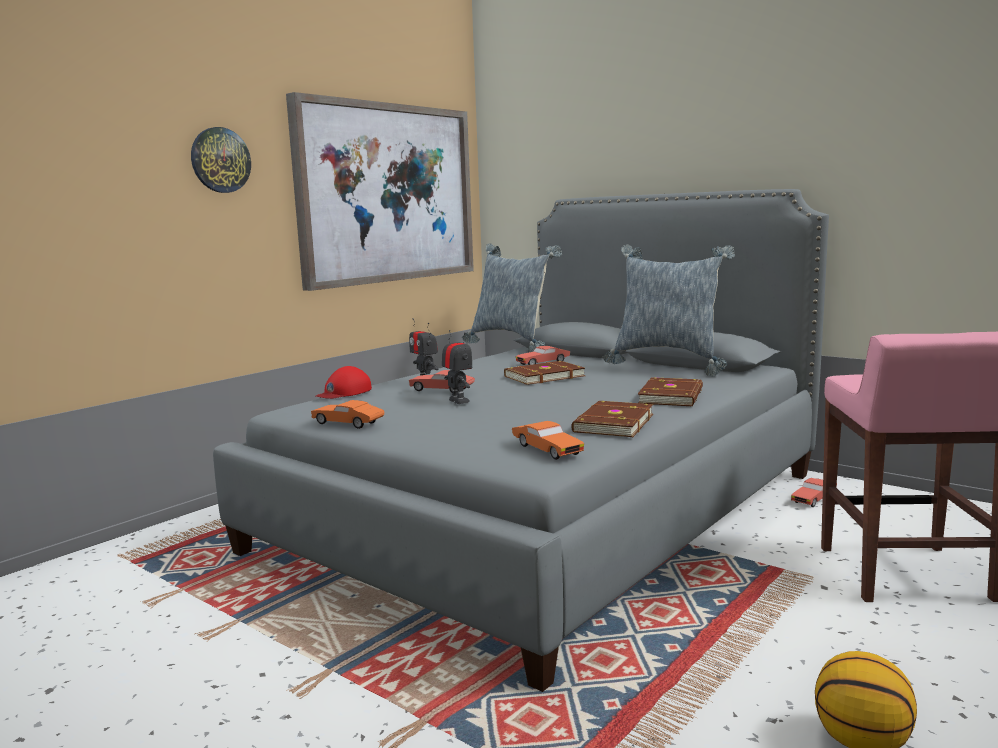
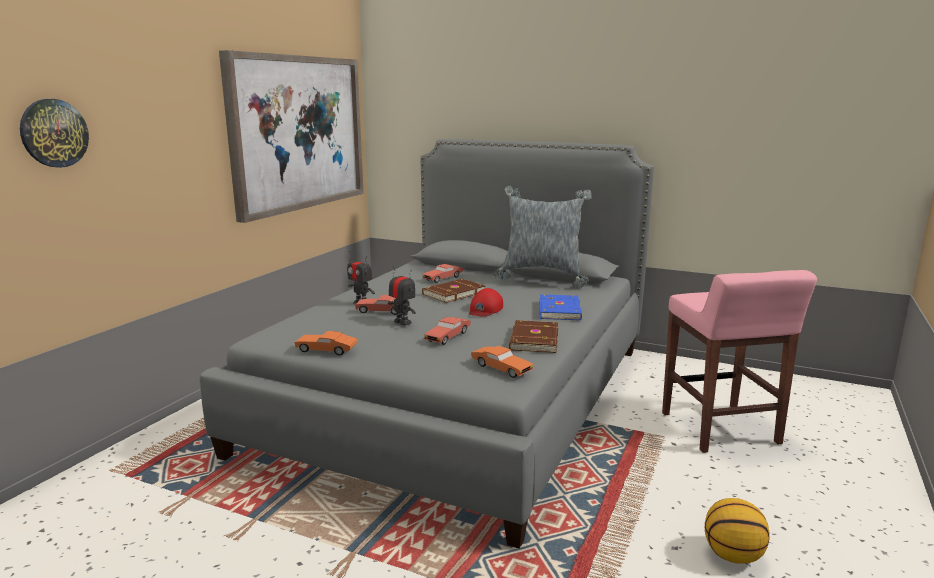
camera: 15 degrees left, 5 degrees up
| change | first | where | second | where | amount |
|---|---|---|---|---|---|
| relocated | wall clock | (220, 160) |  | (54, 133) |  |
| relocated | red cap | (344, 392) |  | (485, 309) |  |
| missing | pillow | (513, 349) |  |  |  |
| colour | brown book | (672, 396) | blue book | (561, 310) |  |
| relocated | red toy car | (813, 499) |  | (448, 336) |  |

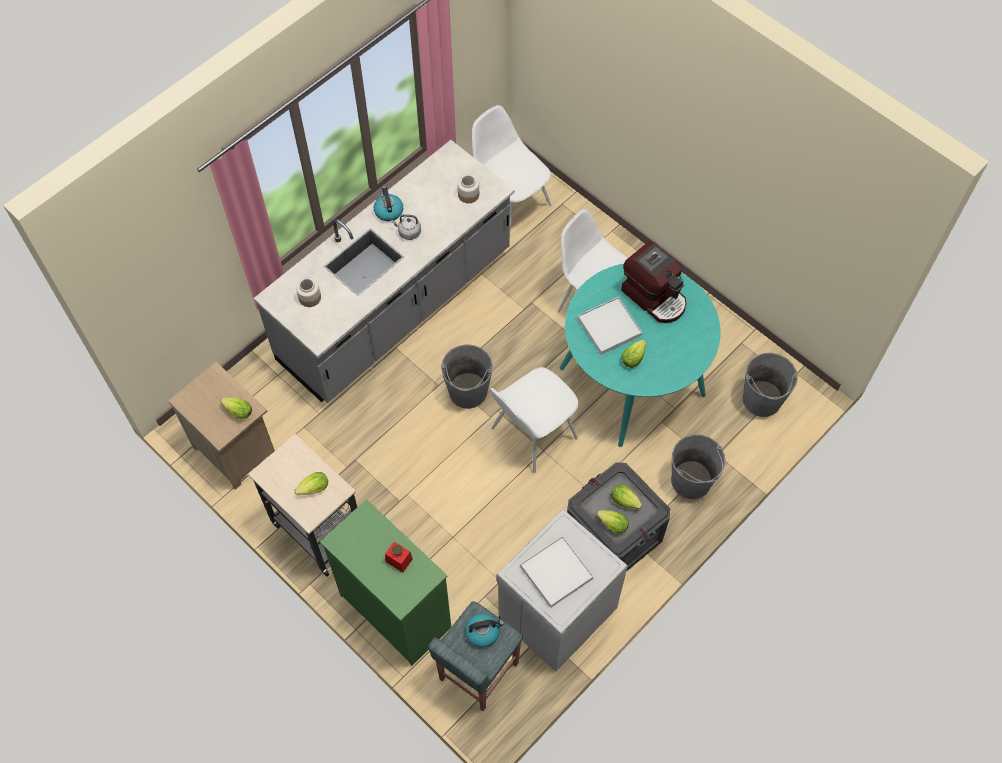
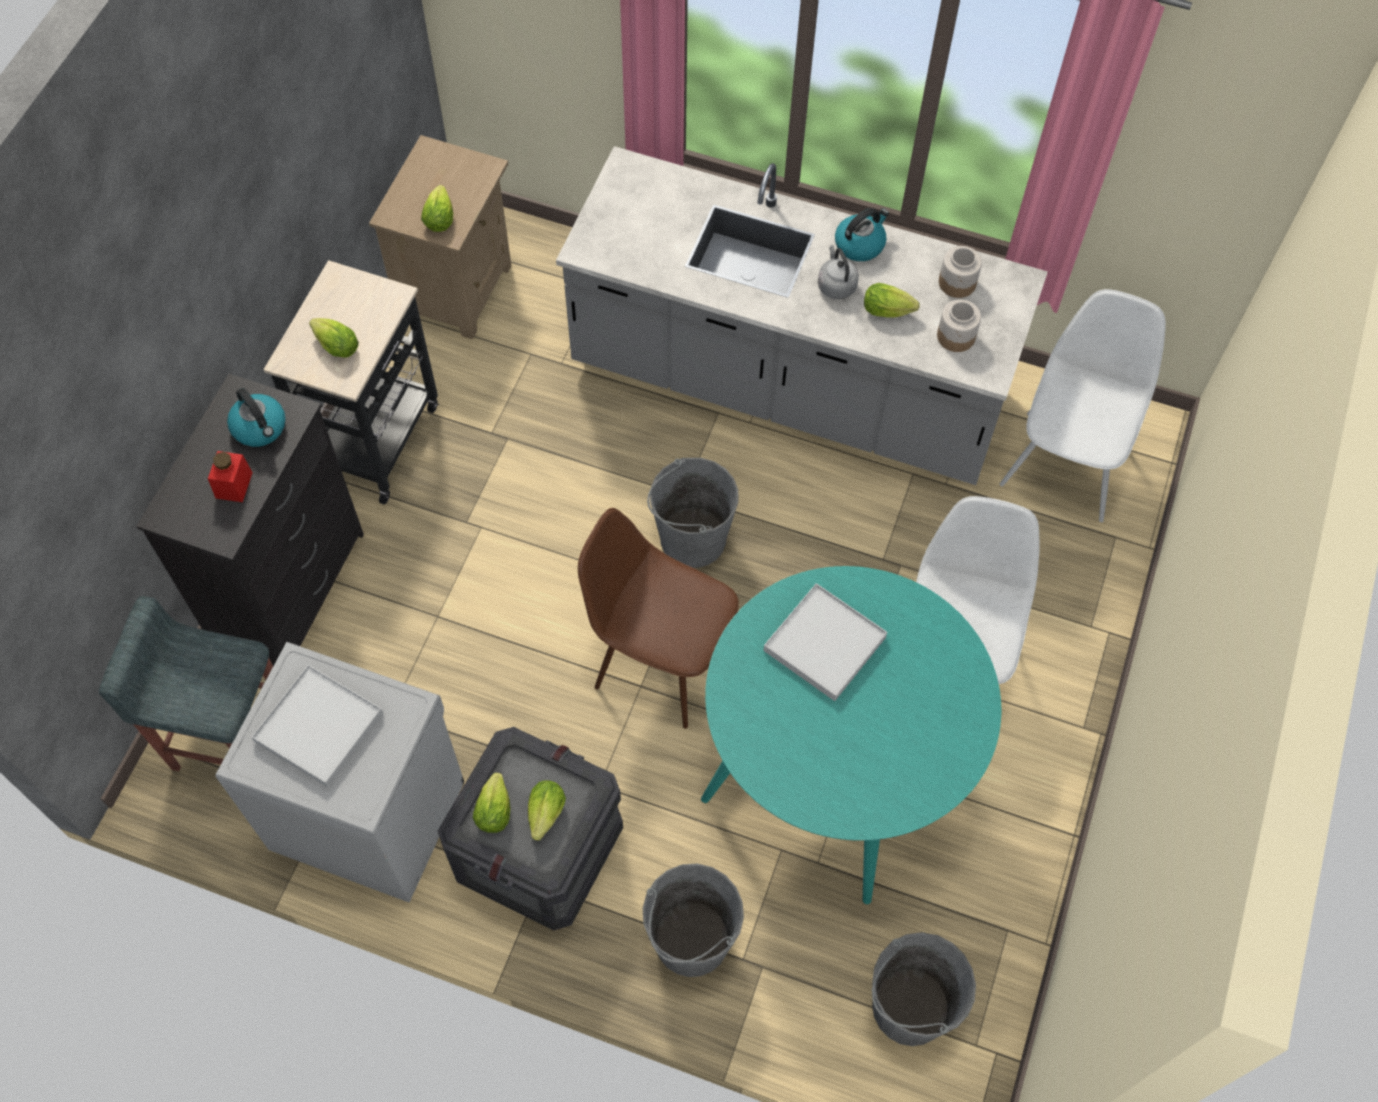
camera: 65 degrees right, 0 degrees up
| change | first | where | second | where | amount |
|---|---|---|---|---|---|
| relocated | jar | (310, 297) |  | (957, 282) |  |
| colour | green dresser | (395, 610) | black dresser | (291, 587) |  |
| relocated | kettle | (483, 632) |  | (260, 428) |  |
| colour | white chair | (532, 434) | brown chair | (660, 659) |  |
| missing | coffee machine | (655, 296) |  |  |  |
| relocated | lettuce | (634, 357) |  | (890, 311) |  |

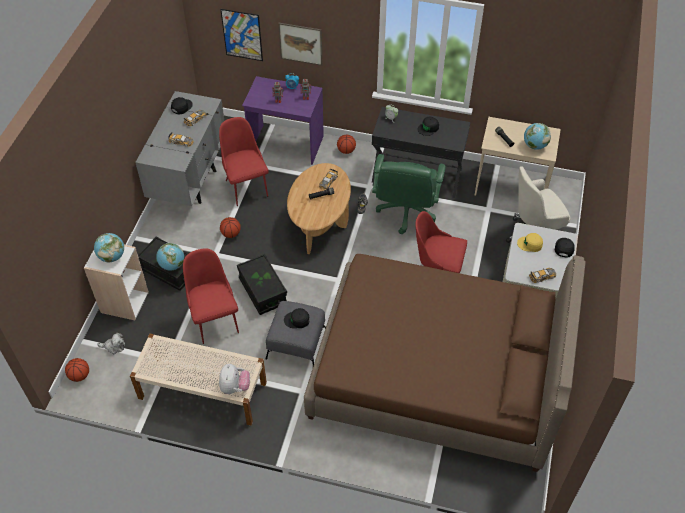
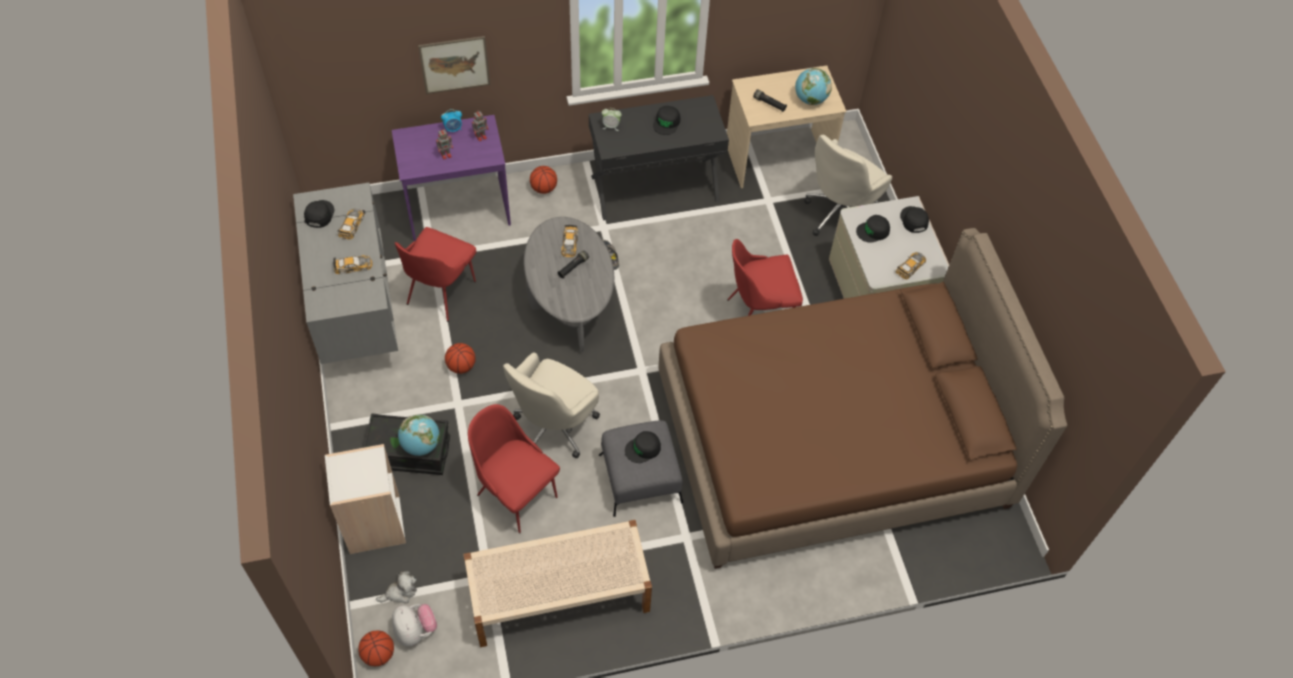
camera: 30 degrees left, 5 degrees up
| change | first | where | second | where | amount |
|---|---|---|---|---|---|
| missing | globe | (112, 256) |  |  |  |
| spun | red chair | (246, 188) |  | (441, 293) | 105 degrees counterclockwise |
| relocated | plush toy | (235, 387) |  | (415, 631) |  |
| missing | picture | (242, 35) |  |  |  |
| exchanged | black storage box | (263, 291) | beige office chair | (554, 427) |  |
| colour | brown coffee table | (320, 222) | grey coffee table | (570, 302) |  |
| missing | green office chair | (405, 214) |  |  |  |
| colour | yellow cap | (530, 244) | black cap | (873, 231) |  |

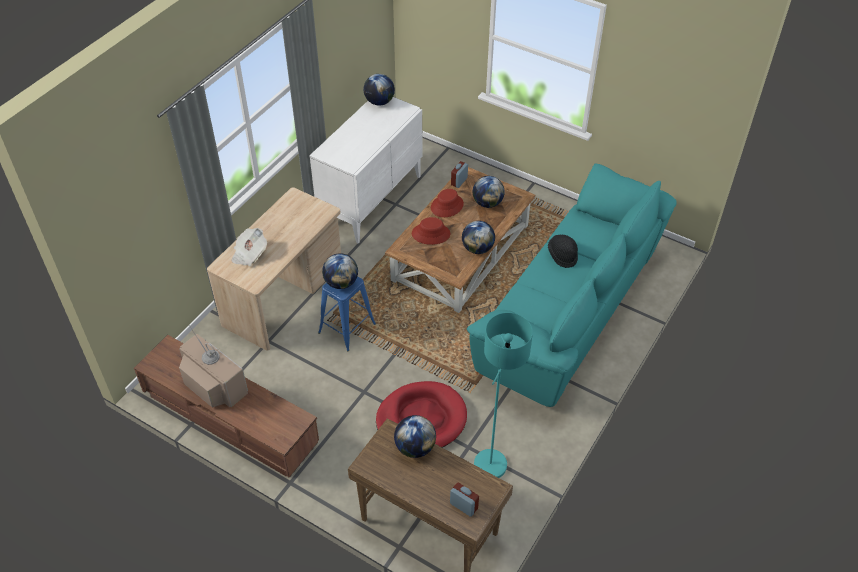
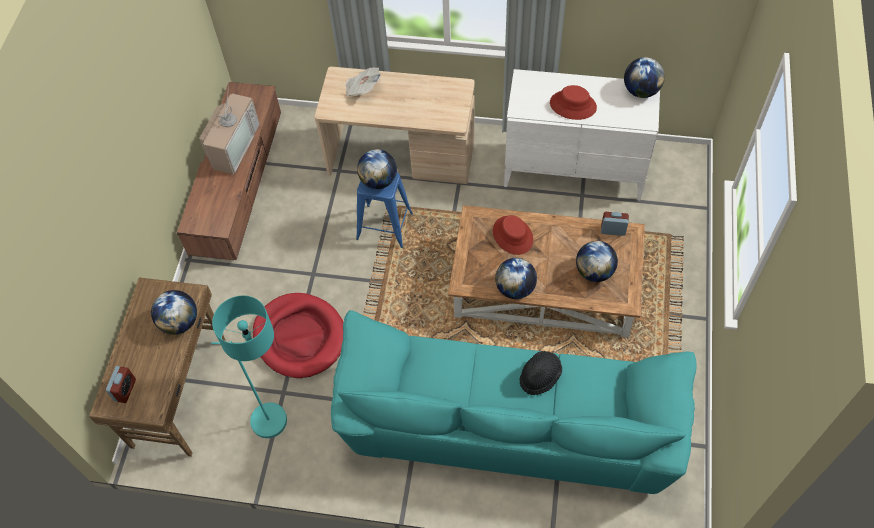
camera: 70 degrees right, 10 degrees up
| change | first | where | second | where | amount |
|---|---|---|---|---|---|
| relocated | red hat | (447, 206) |  | (573, 105) |  |

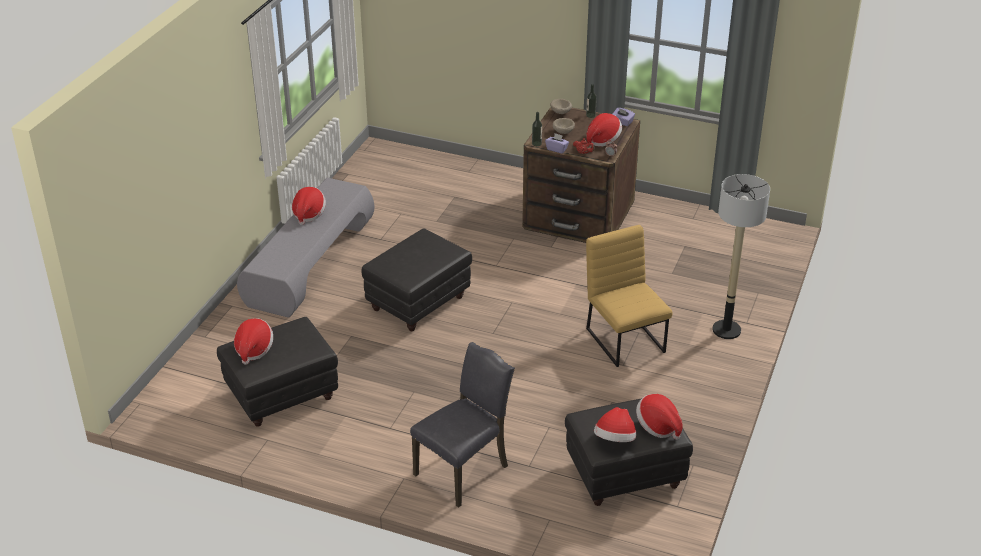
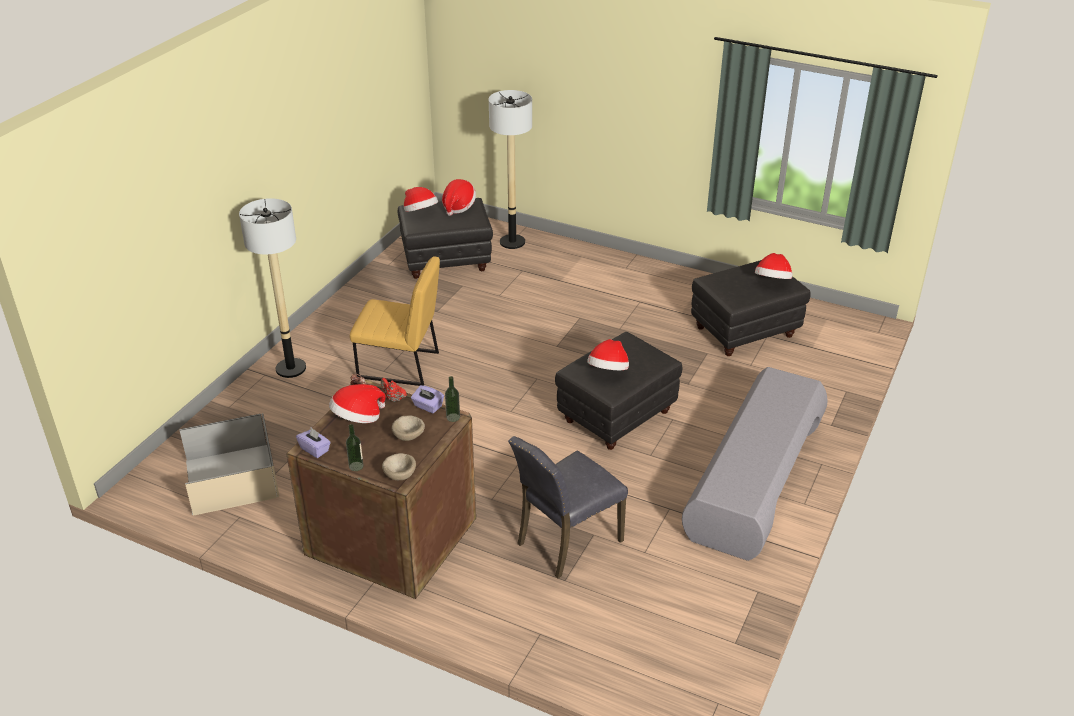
camera: 175 degrees left, 0 degrees up
| change | first | where | second | where | amount |
|---|---|---|---|---|---|
| relocated | hat | (308, 214) |  | (608, 371) |  |
| relocated | grey chair | (464, 470) |  | (566, 542) |  |
| spun | yellow chair | (624, 338) |  | (400, 365) | 60 degrees counterclockwise |
| appeared |  |  | beige storage box | (231, 477) |  |
| appeared |  |  | floor lamp | (512, 242) |  |

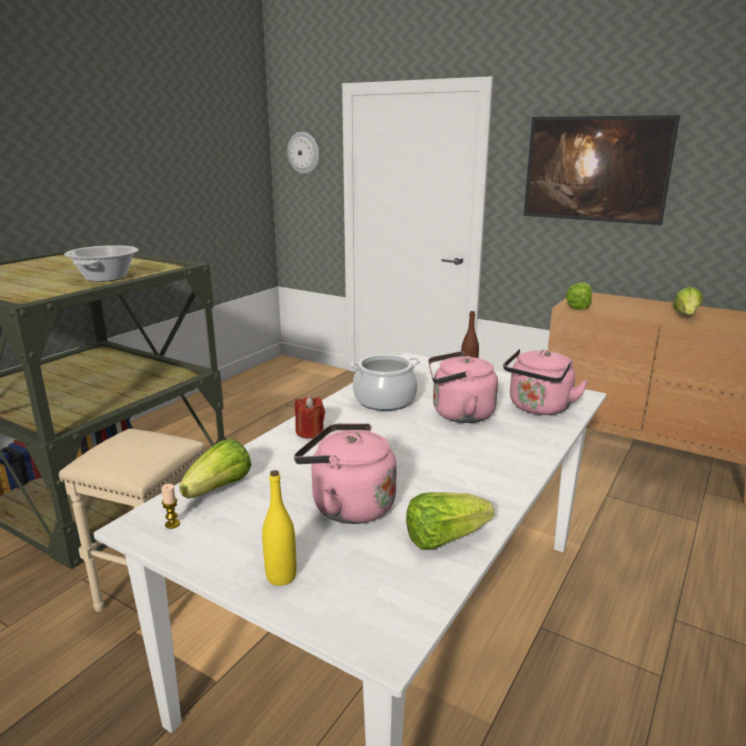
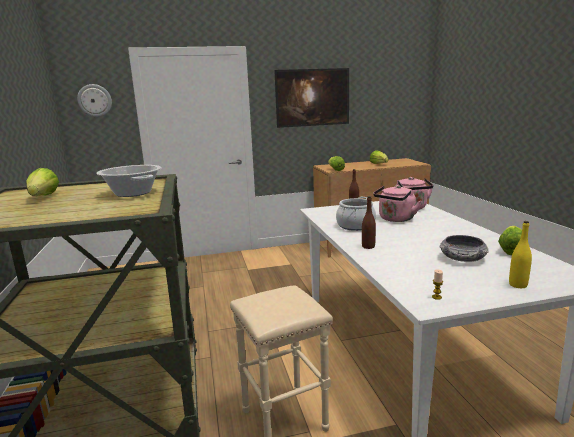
camera: 45 degrees left, 5 degrees down
| change | first | where | second | where | amount |
|---|---|---|---|---|---|
| relocated | lettuce | (220, 488) |  | (43, 197) |  |
| exchanged | pink kettle | (348, 506) | bowl | (462, 258) |  |
| exchanged | red candle | (310, 432) | brown bottle | (368, 246) |  |

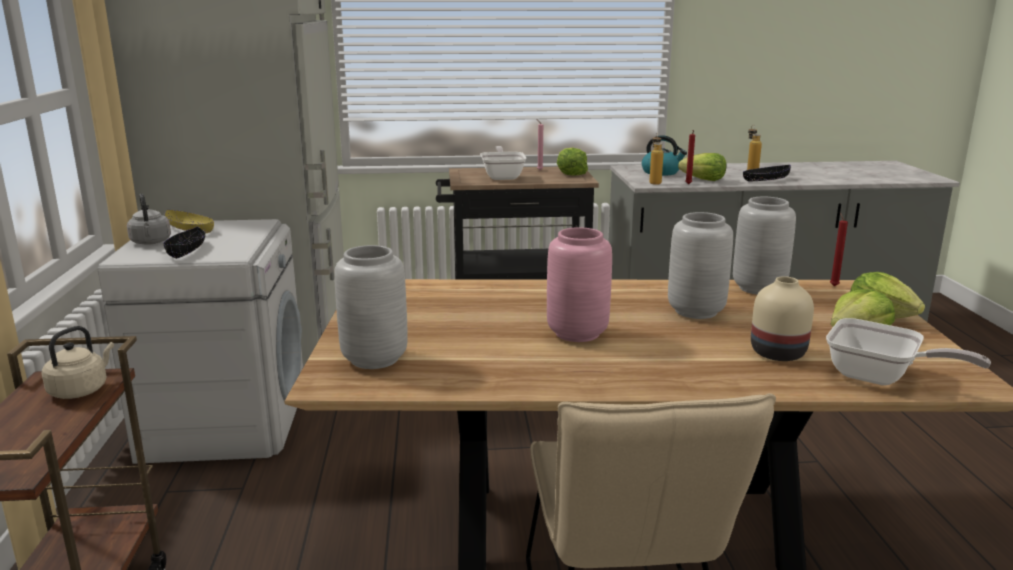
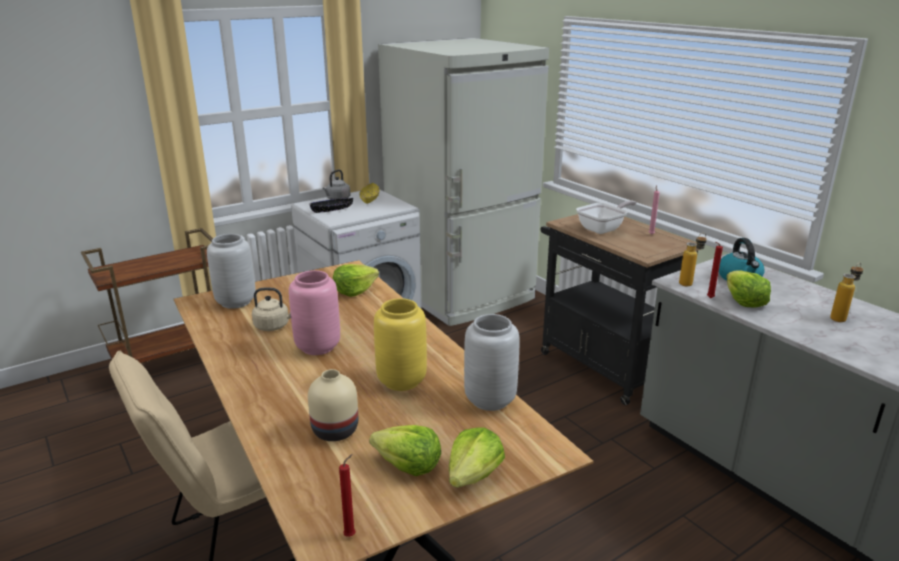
camera: 60 degrees right, 5 degrees up
| change | first | where | second | where | amount |
|---|---|---|---|---|---|
| relocated | beige kettle | (81, 390) |  | (274, 326) |  |
| relocated | lettuce | (570, 173) |  | (354, 291) |  |
| colour | grey vase | (694, 311) | yellow vase | (401, 380) |  |
| missing | black bowl | (765, 180) |  |  |  |
| missing | frying pan | (880, 378) |  |  |  |
| relocated | red candle | (833, 285) |  | (351, 535) |  |

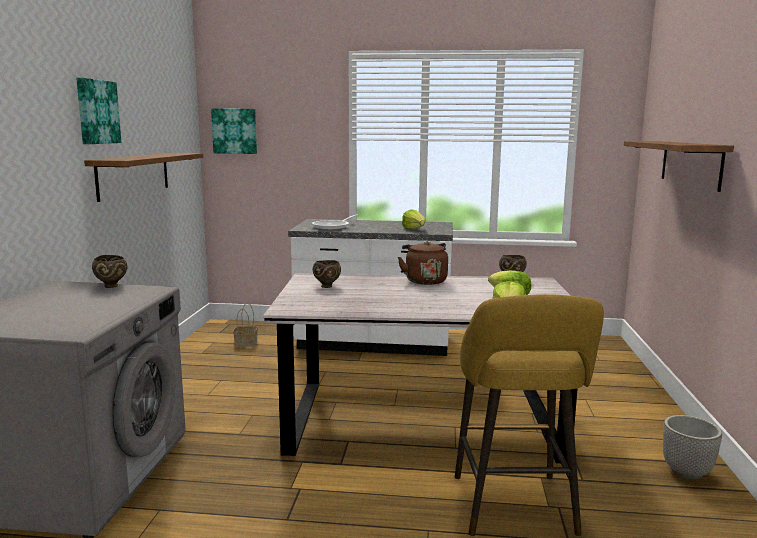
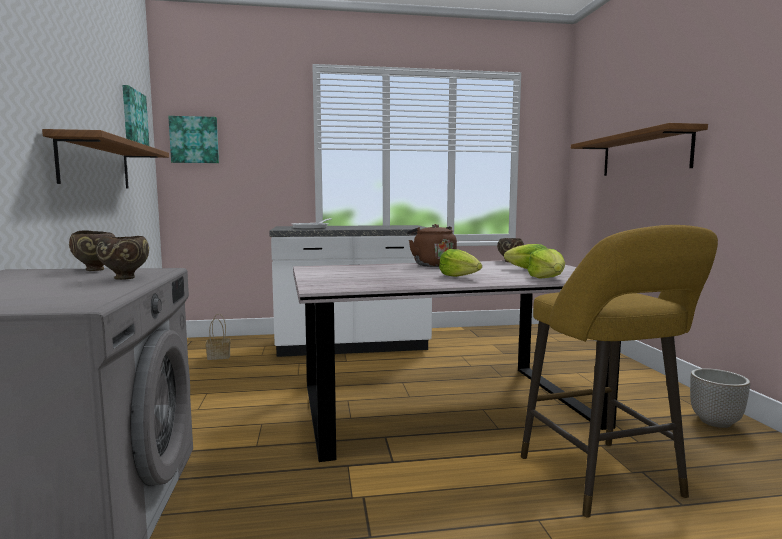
camera: 15 degrees left, 5 degrees down
| change | first | where | second | where | amount |
|---|---|---|---|---|---|
| relocated | picture | (96, 112) |  | (133, 117) |  |
| relocated | brown bowl | (327, 286) |  | (126, 278) |  |
| relocated | lettuce | (414, 229) |  | (460, 277) |  |

